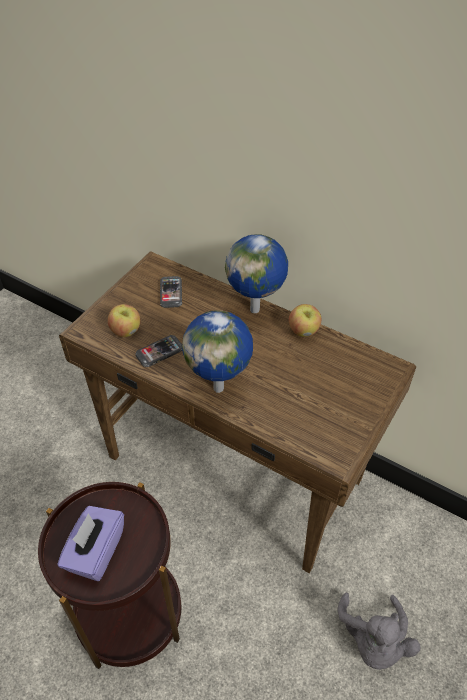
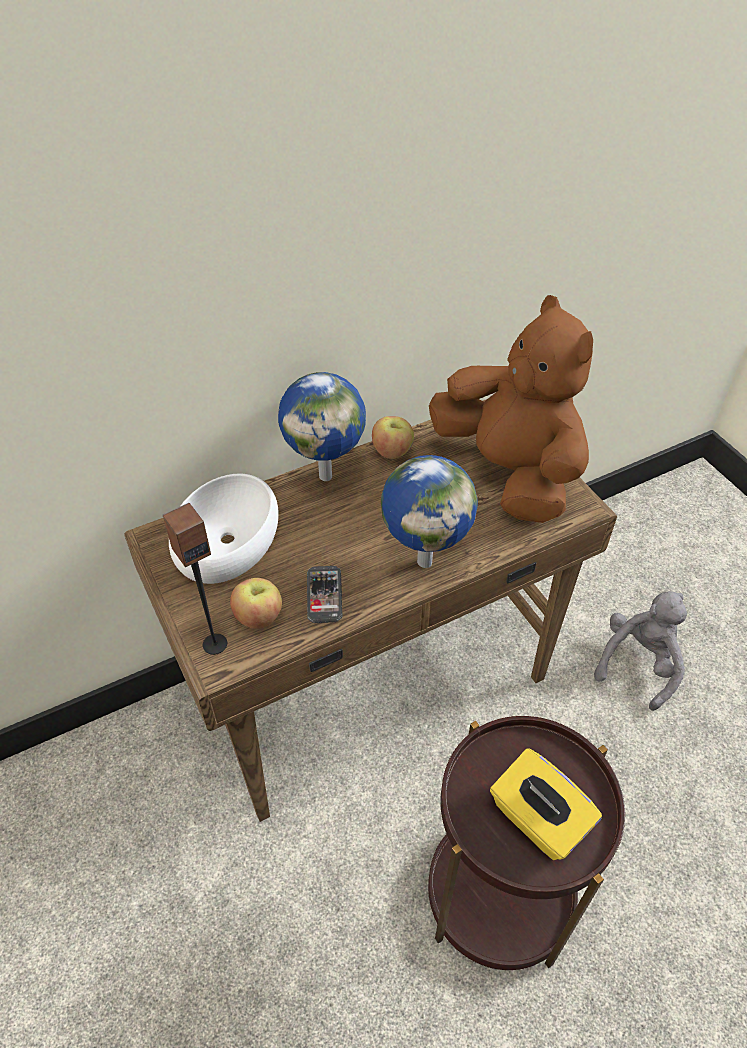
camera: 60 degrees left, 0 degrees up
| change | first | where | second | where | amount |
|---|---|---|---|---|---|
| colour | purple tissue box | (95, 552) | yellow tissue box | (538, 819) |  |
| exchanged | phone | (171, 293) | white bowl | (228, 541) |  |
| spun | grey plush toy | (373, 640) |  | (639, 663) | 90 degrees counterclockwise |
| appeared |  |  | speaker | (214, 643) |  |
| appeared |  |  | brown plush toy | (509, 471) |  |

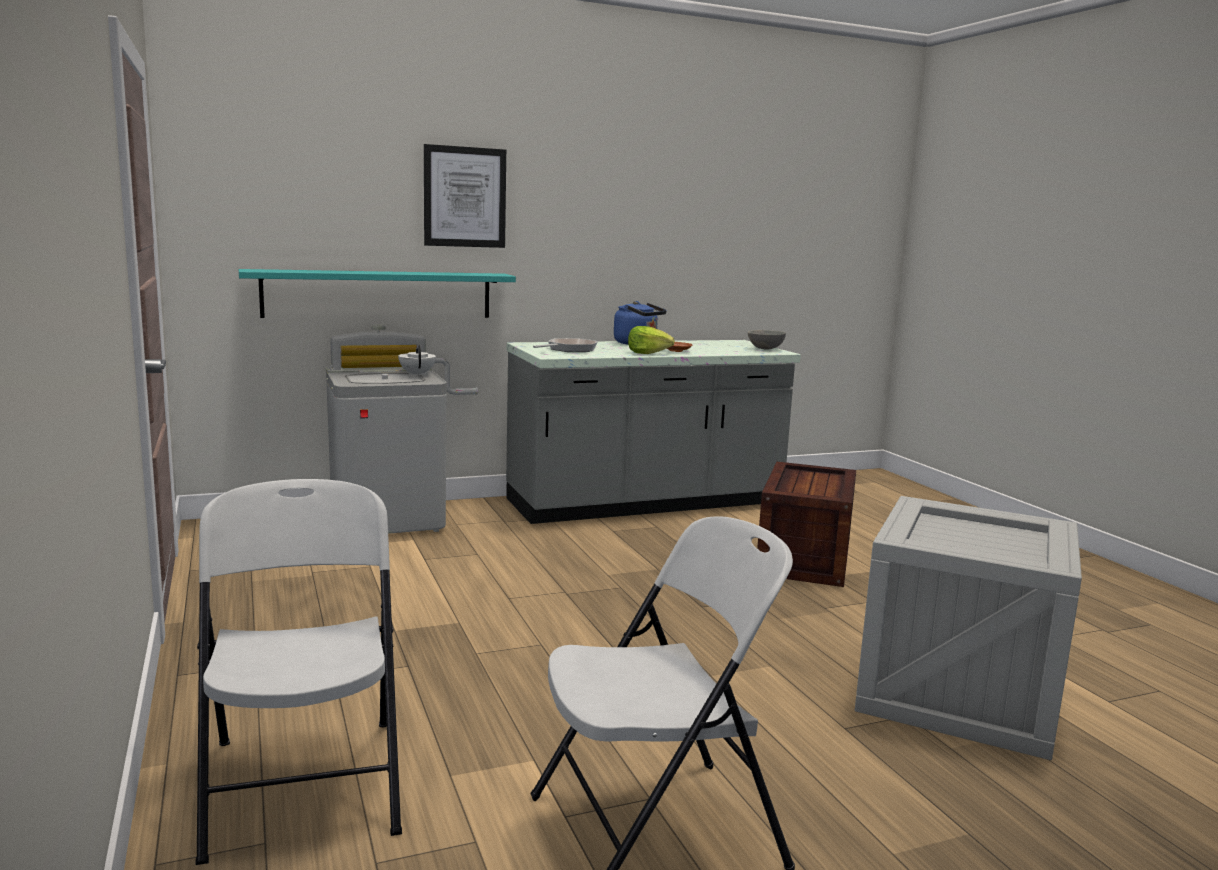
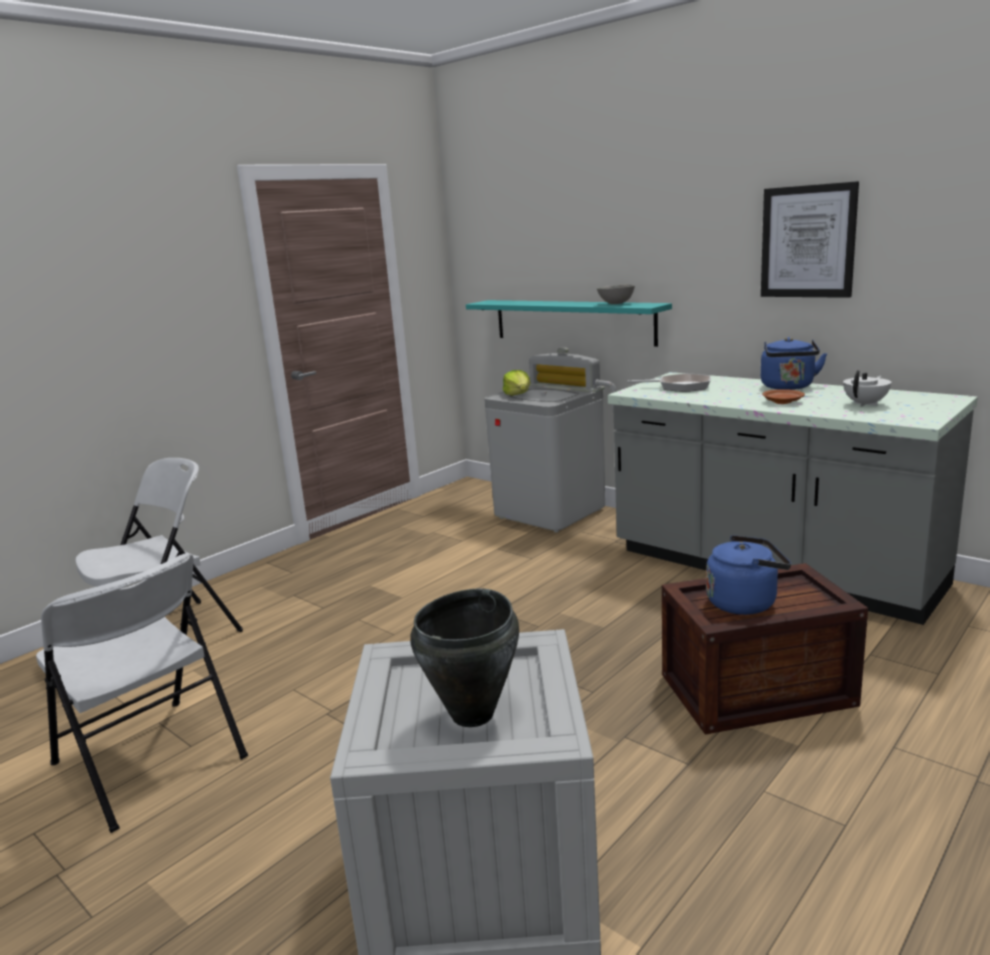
camera: 65 degrees right, 5 degrees up
| change | first | where | second | where | amount |
|---|---|---|---|---|---|
| relocated | white teapot | (417, 374) |  | (866, 404) |  |
| relocated | picture | (464, 197) |  | (808, 242) |  |
| relocated | lettuce | (648, 353) |  | (518, 395) |  |
| relocated | grey bowl | (765, 349) |  | (615, 304) |  |
| appeared |  |  | black cooking pot | (473, 714) |  |
| appeared |  |  | blue kettle | (745, 602) |  |

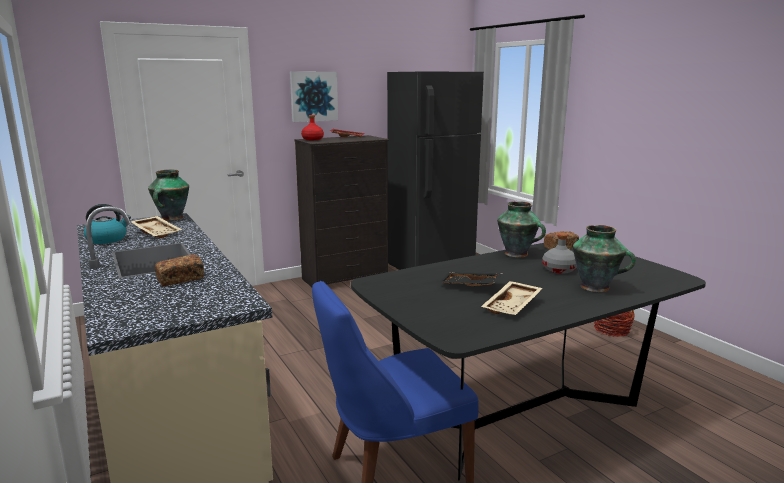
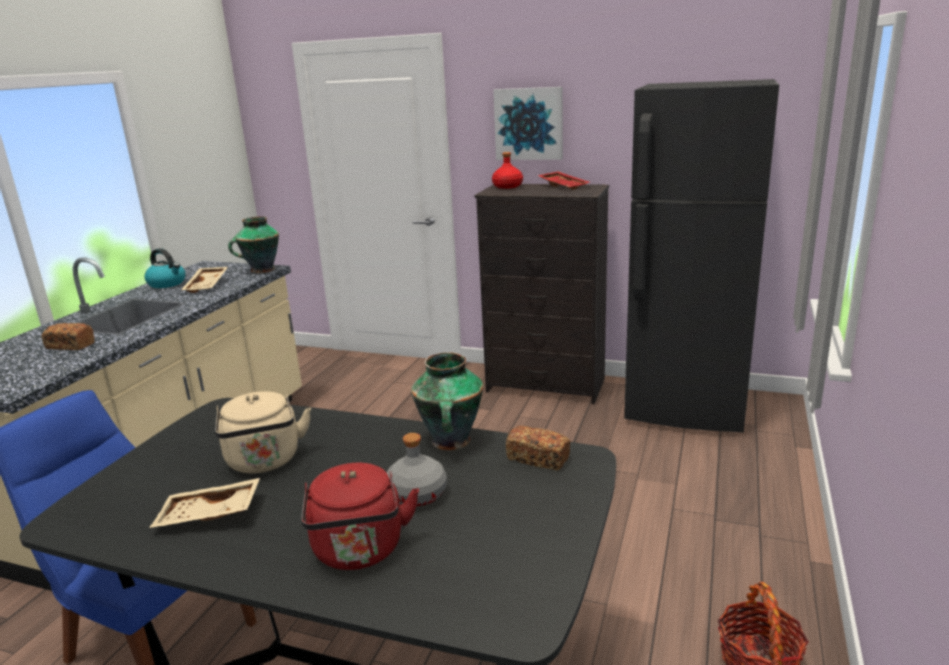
camera: 50 degrees right, 5 degrees up
| change | first | where | second | where | amount |
|---|---|---|---|---|---|
| exchanged | black tray | (470, 286) | beige kettle | (265, 462) |  |
| exchanged | vase | (596, 287) | red kettle | (359, 552) |  |

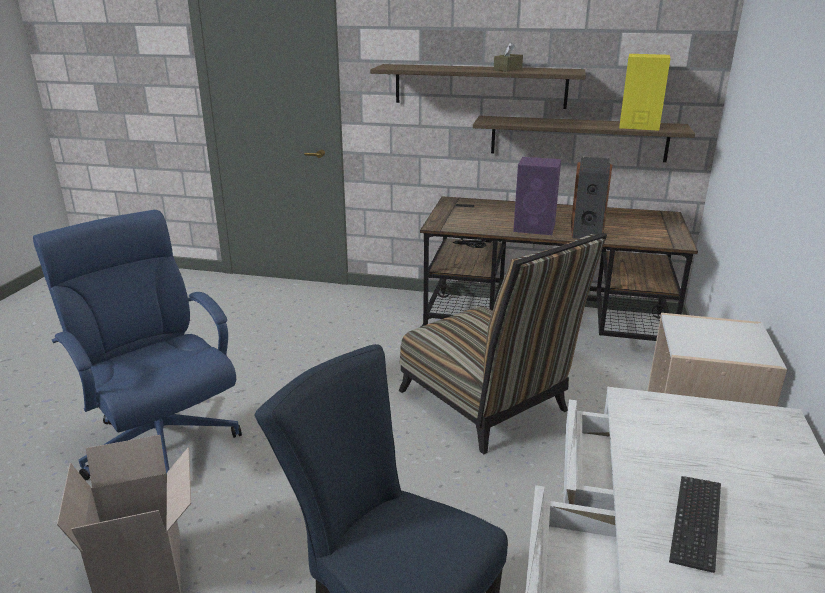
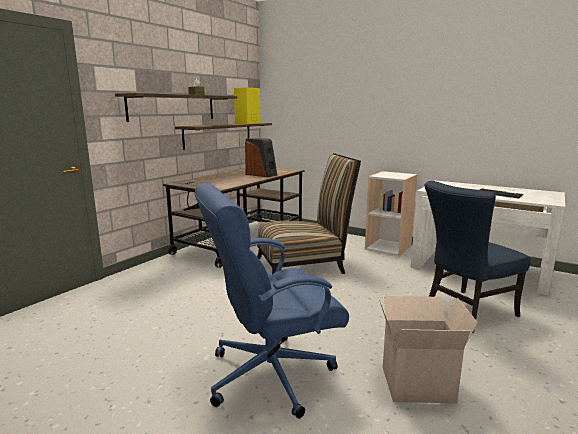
camera: 70 degrees left, 10 degrees down
| change | first | where | second | where | amount |
|---|---|---|---|---|---|
| missing | purple speaker | (535, 228) |  |  |  |

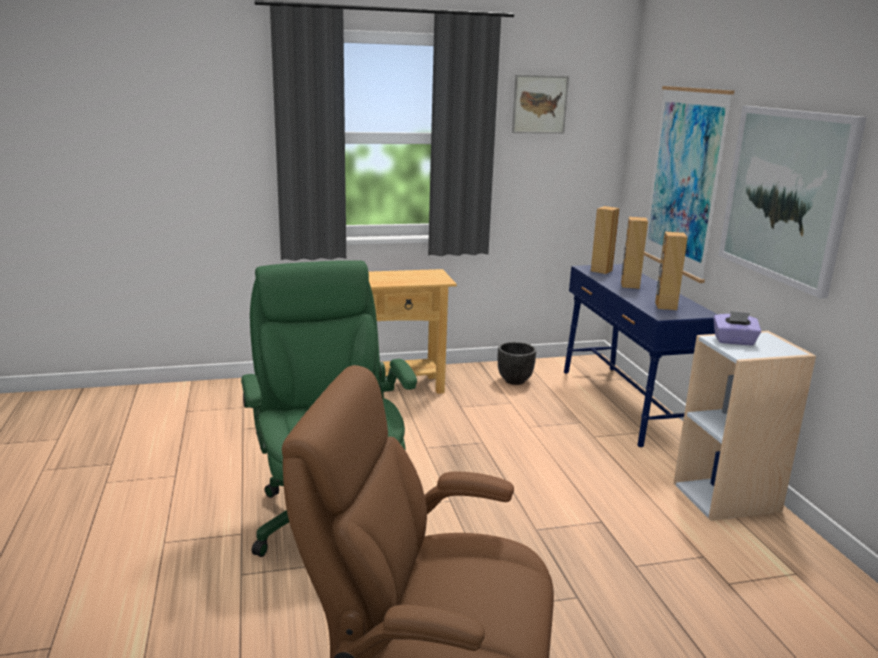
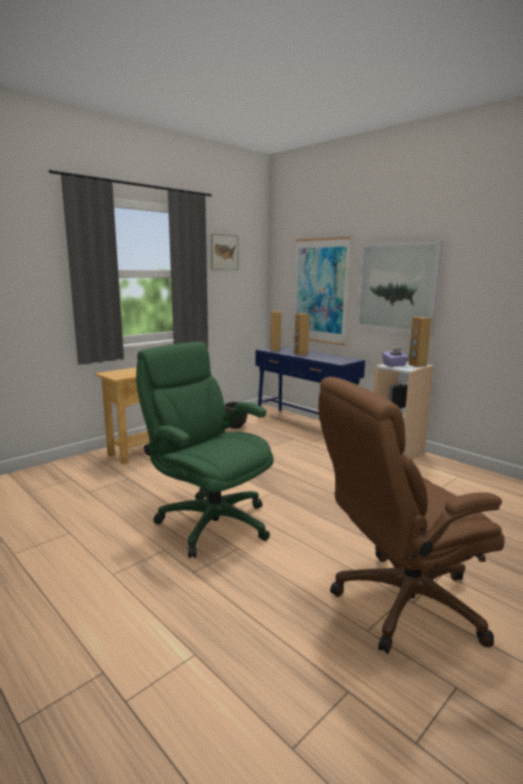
camera: 30 degrees left, 5 degrees down
| change | first | where | second | where | amount |
|---|---|---|---|---|---|
| relocated | brown speaker | (665, 306) |  | (417, 365) |  |

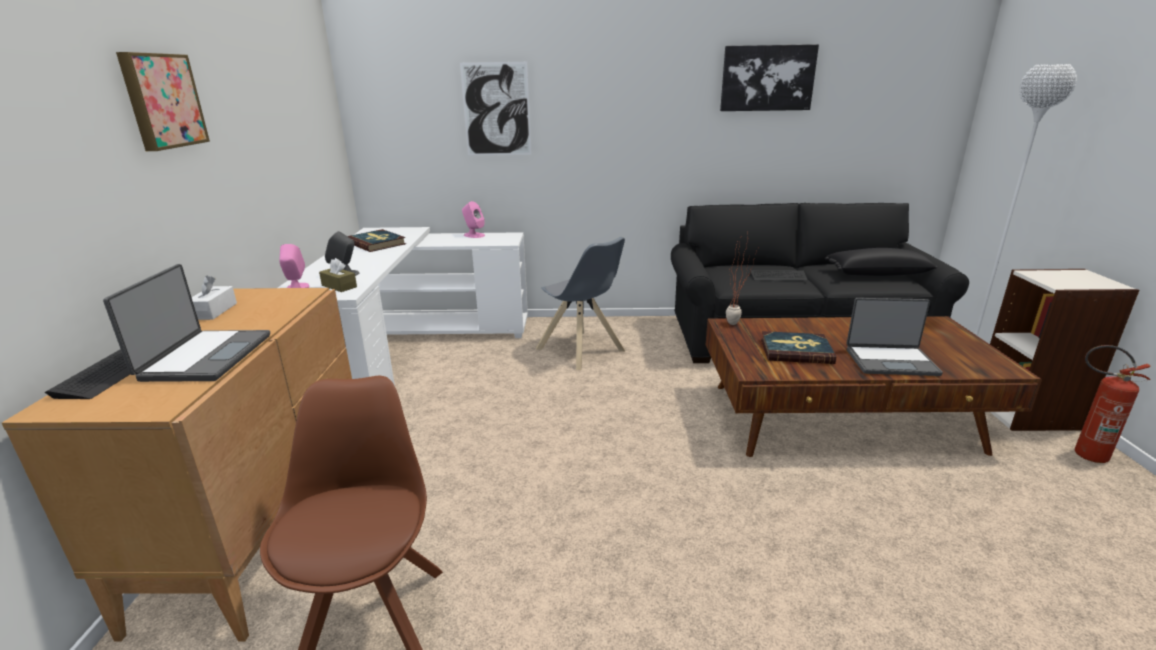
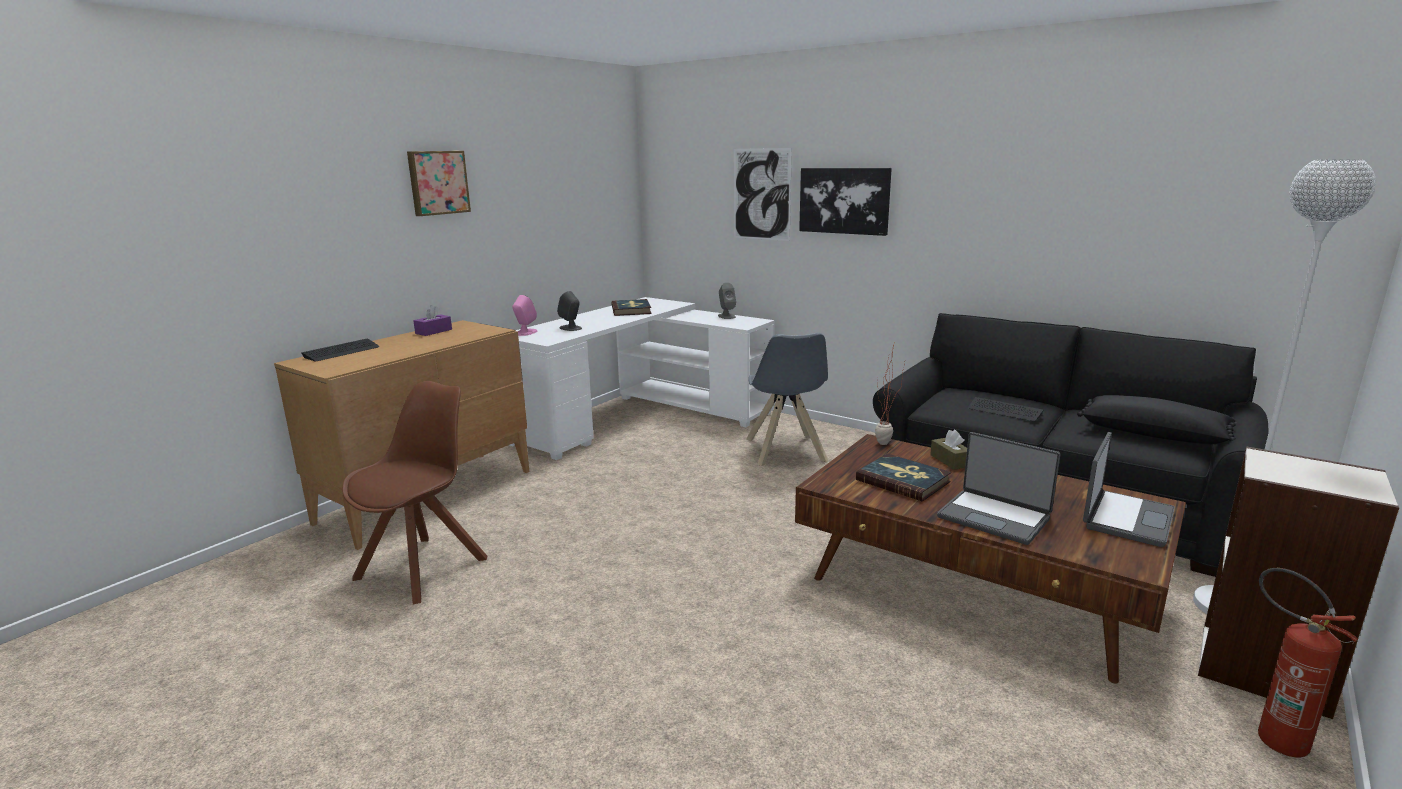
camera: 35 degrees right, 5 degrees down
| change | first | where | second | where | amount |
|---|---|---|---|---|---|
| relocated | laptop | (205, 357) |  | (1126, 518) |  |
| colour | white tissue box | (214, 311) | purple tissue box | (433, 331) |  |
| relocated | brown tissue box | (339, 286) |  | (950, 460) |  |
| colour | pink speaker | (474, 235) | grey speaker | (726, 316) |  |
| relocated | picture | (767, 78) |  | (844, 200) |  |

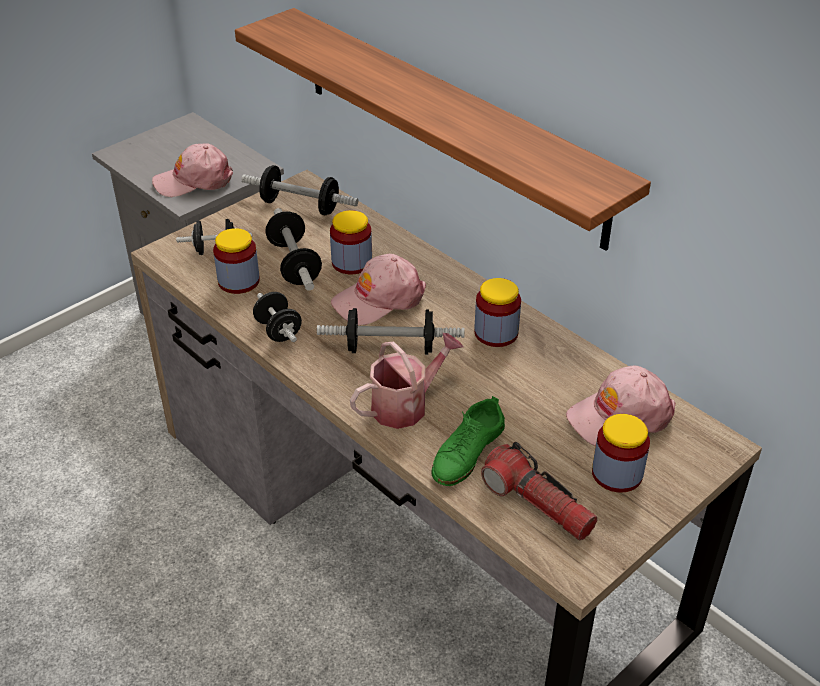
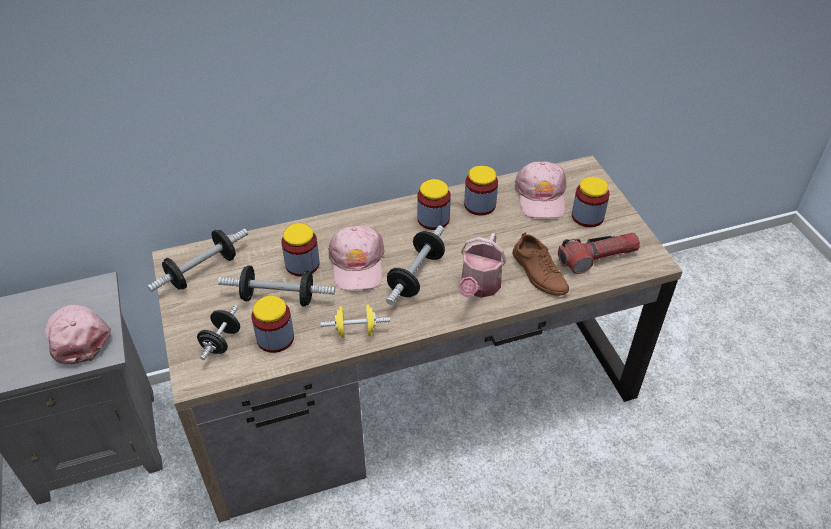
camera: 65 degrees left, 5 degrees up
| change | first | where | second | where | amount |
|---|---|---|---|---|---|
| spun | pink cap | (194, 180) |  | (77, 336) | 135 degrees clockwise |
| missing | shelf | (448, 123) |  |  |  |
| colour | black dumbbell | (278, 331) | yellow dumbbell | (356, 331) |  |
| spun | watering can | (406, 404) |  | (479, 287) | 150 degrees counterclockwise |
| colour | green shoe | (467, 452) | brown shoe | (539, 273) |  |
| appeared |  |  | jar | (480, 205) |  |

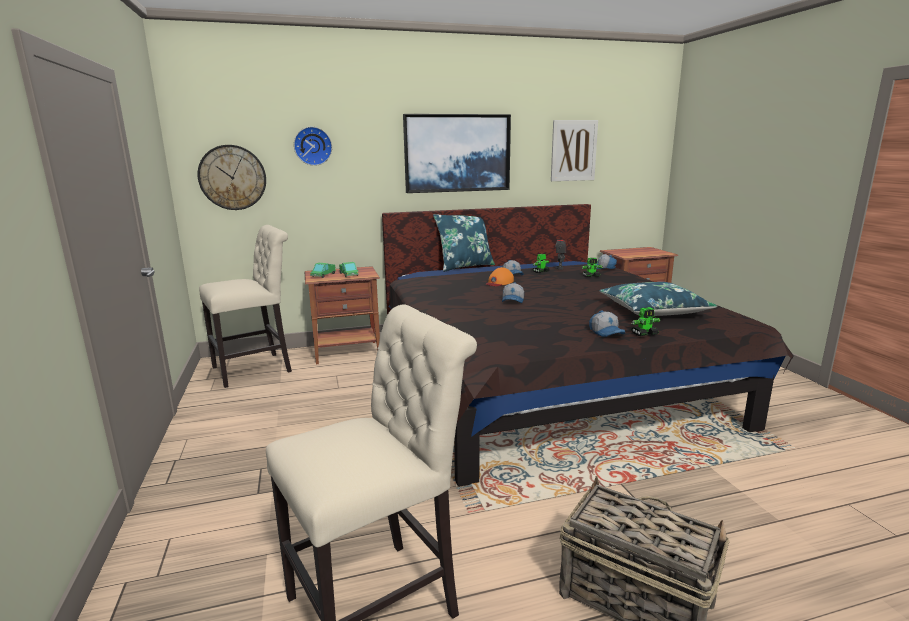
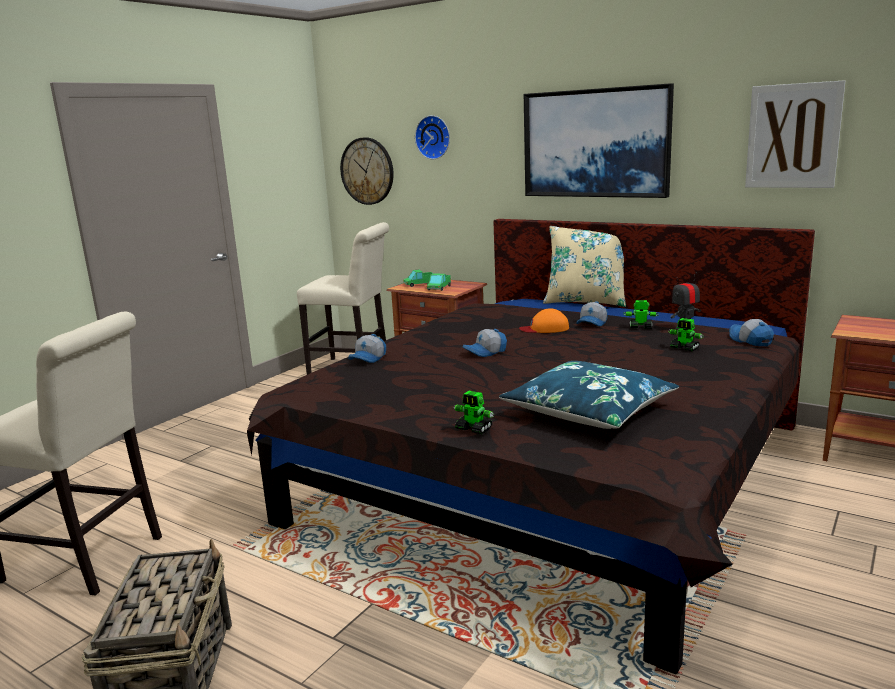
camera: 50 degrees right, 0 degrees up
| change | first | where | second | where | amount |
|---|---|---|---|---|---|
| colour | blue pillow | (464, 266) | beige pillow | (586, 302) |  |
| relocated | cap | (607, 332) |  | (368, 358) |  |

